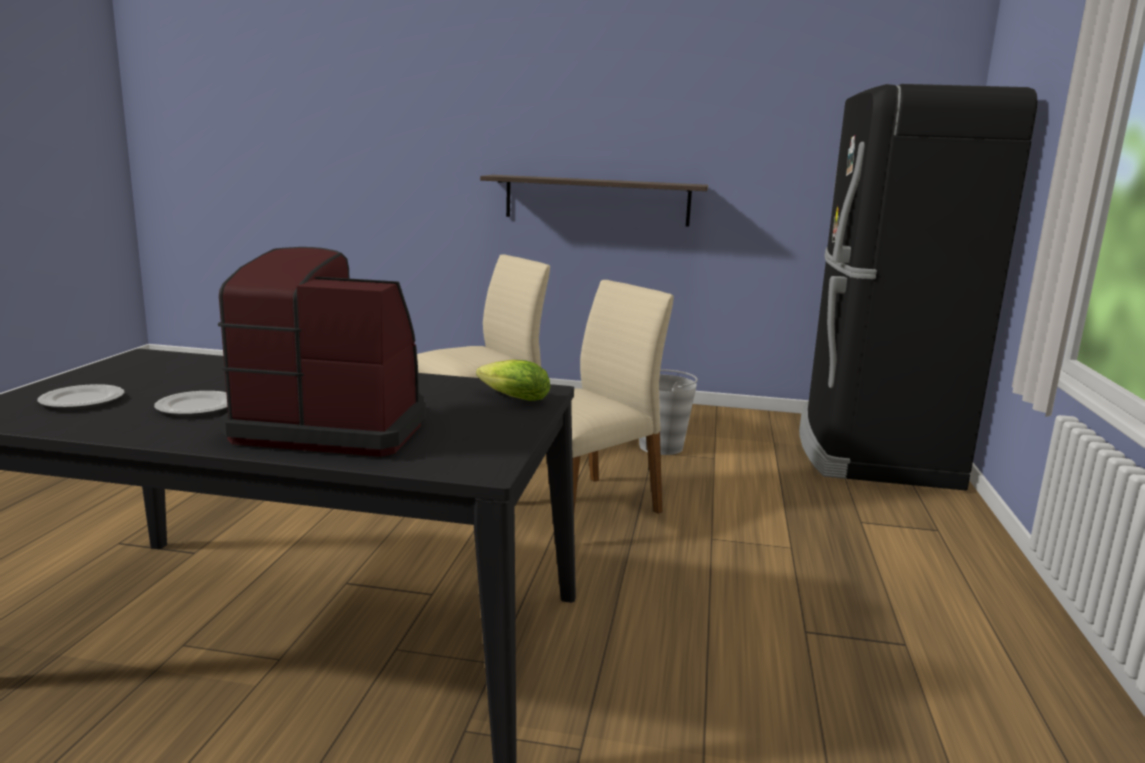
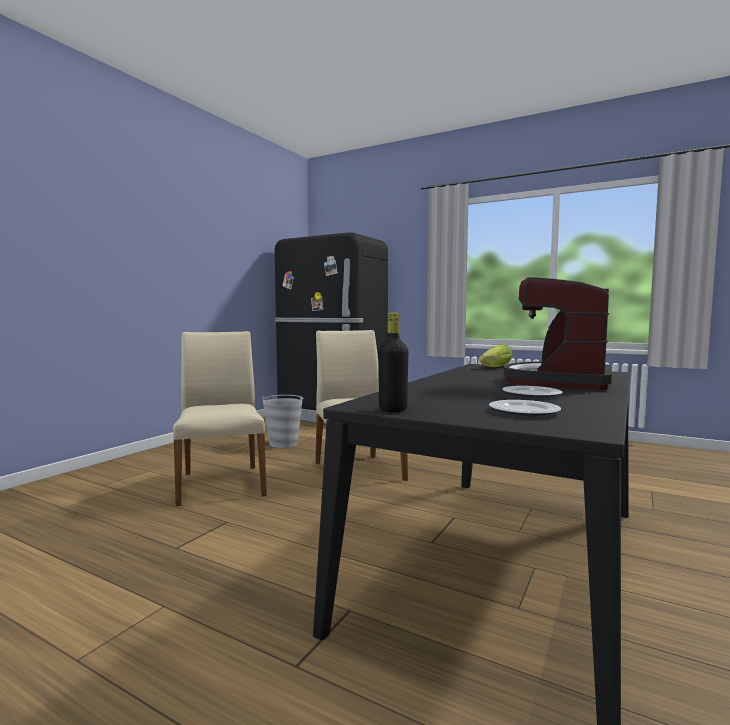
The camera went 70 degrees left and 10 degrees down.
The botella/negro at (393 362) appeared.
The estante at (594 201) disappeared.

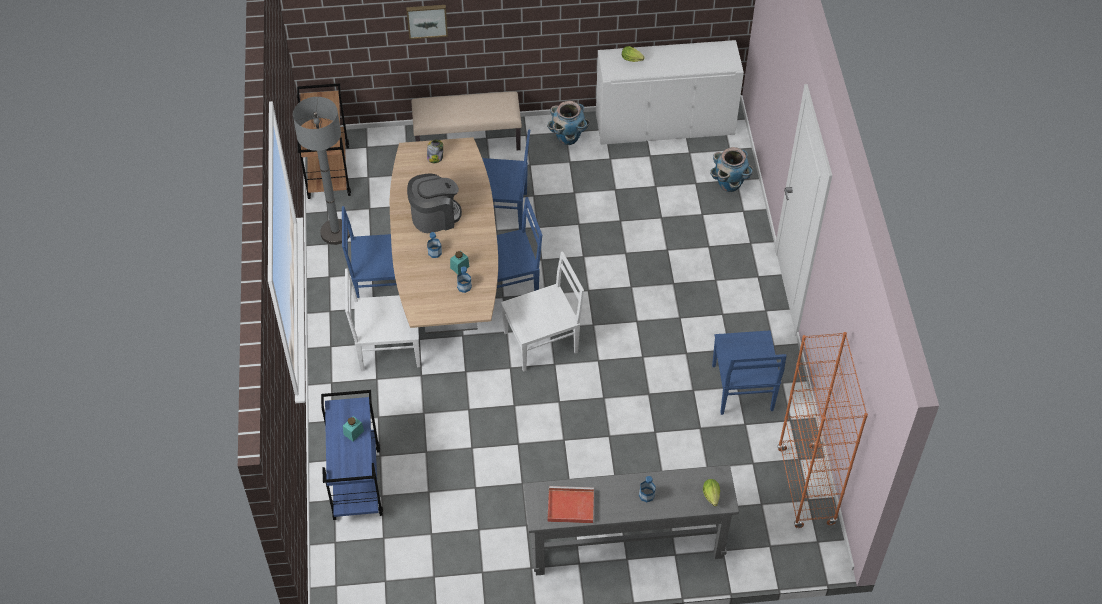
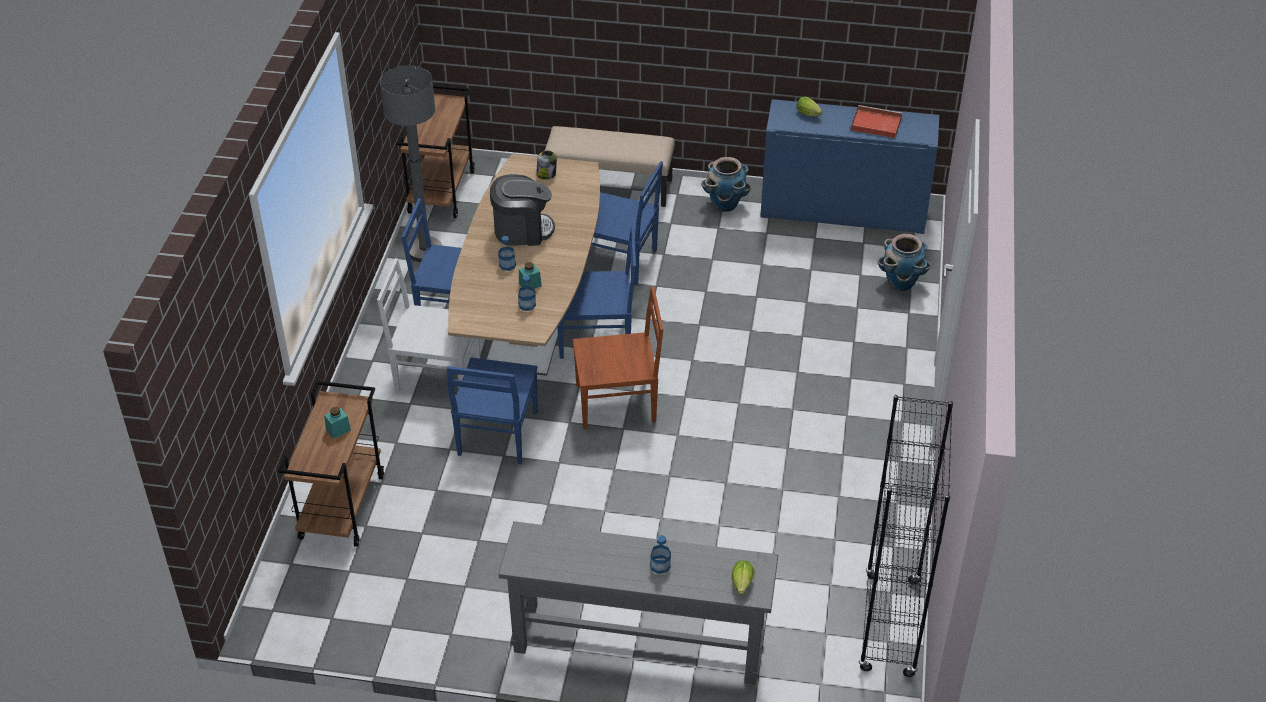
The camera went 15 degrees right and 10 degrees down.
The carrito/azul at (352 455) became the carrito/marrón at (331 464).
The silla/azul moved from (749 372) to (492 410).
The silla/blanco at (542 311) became the silla/marrón at (618 357).
The armario/blanco at (670 92) became the armario/azul at (849 166).
The bandeja/rojo moved from (570 504) to (876 121).
The estantería/naranja at (822 430) became the estantería/negro at (906 536).
The cuadro at (427 22) disappeared.

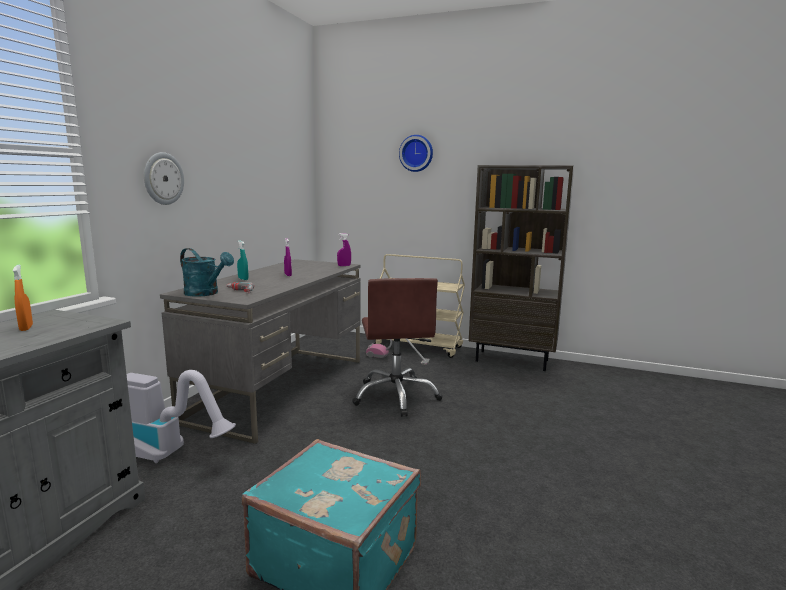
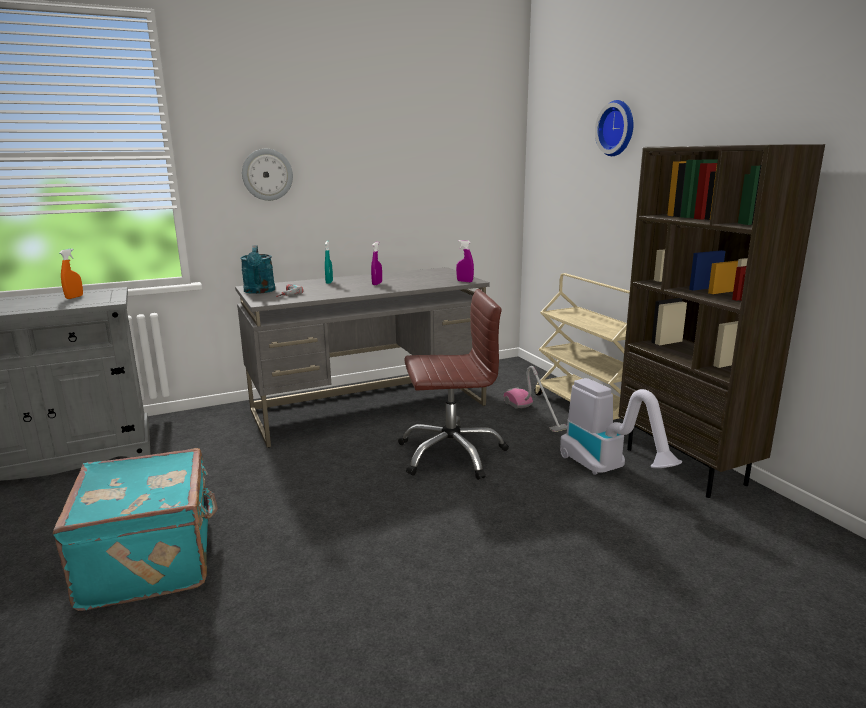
The camera went 45 degrees right and 5 degrees up.
The silla de oficina/marrón at (397 347) turned 135 degrees counterclockwise.
The aspiradora moved from (181 416) to (621 426).

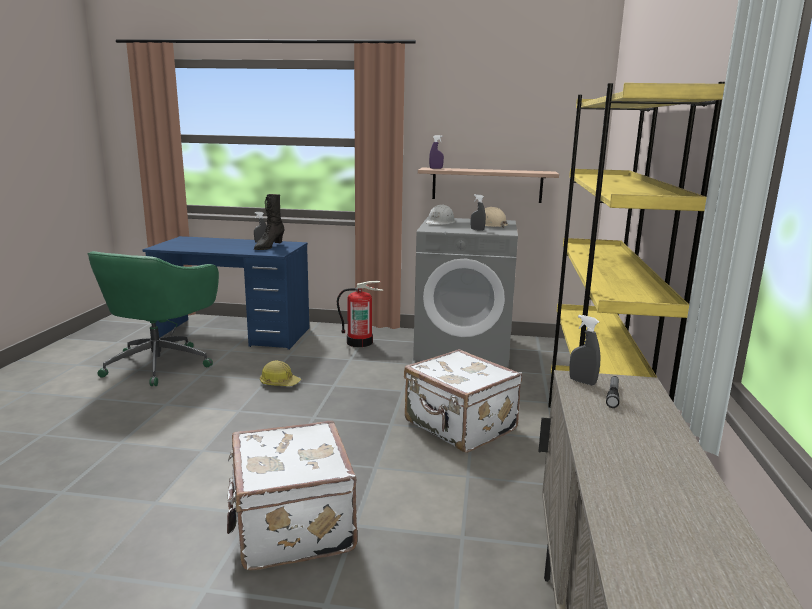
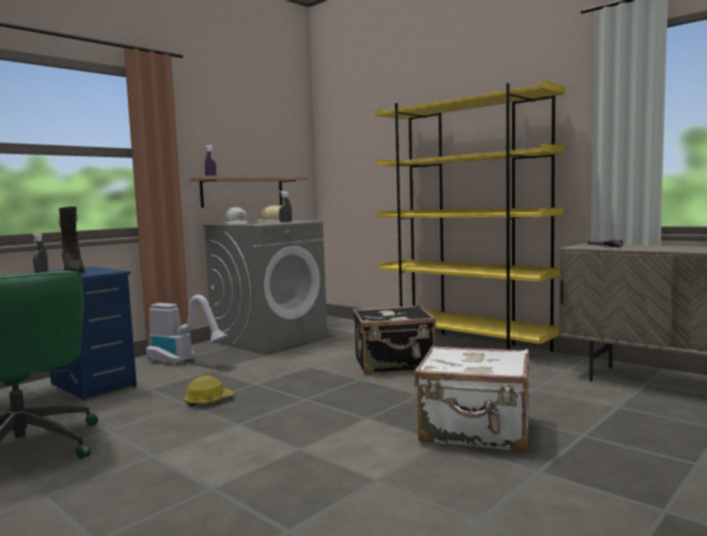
The camera went 55 degrees left and 10 degrees down.
The extintor at (360 314) was replaced by the aspiradora at (187 330).
The maleta/blanco at (463 401) became the maleta/negro at (394 339).
The pulverizador/gris at (585 350) disappeared.

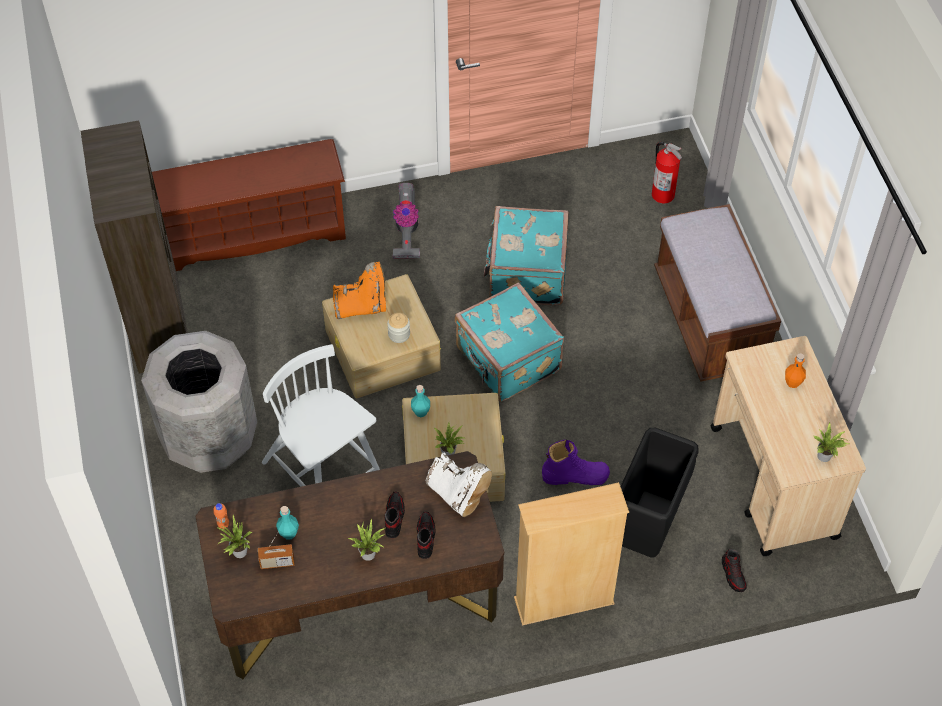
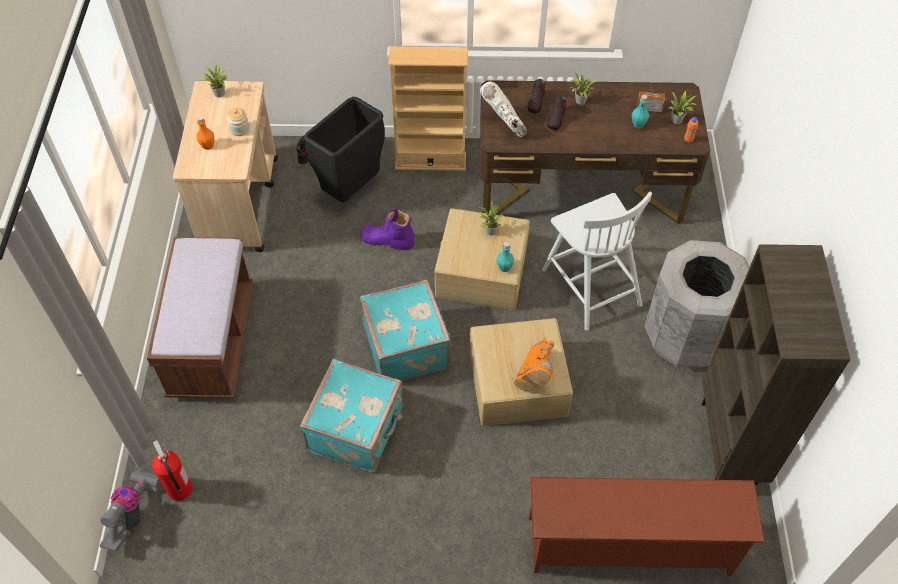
The camera went 165 degrees left and 0 degrees up.
The aspiradora moved from (406 221) to (130 510).
The tarro moved from (398 328) to (238 122).
The bota/naranja at (359 290) turned 75 degrees counterclockwise.

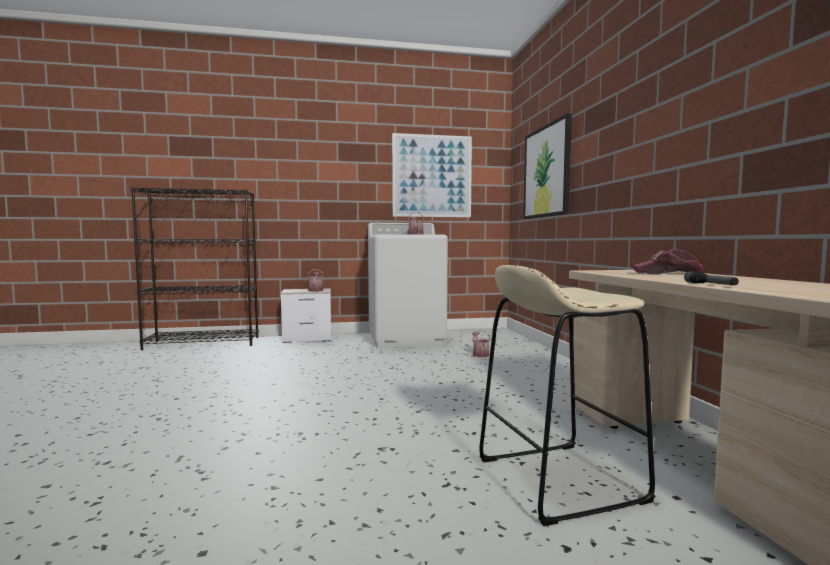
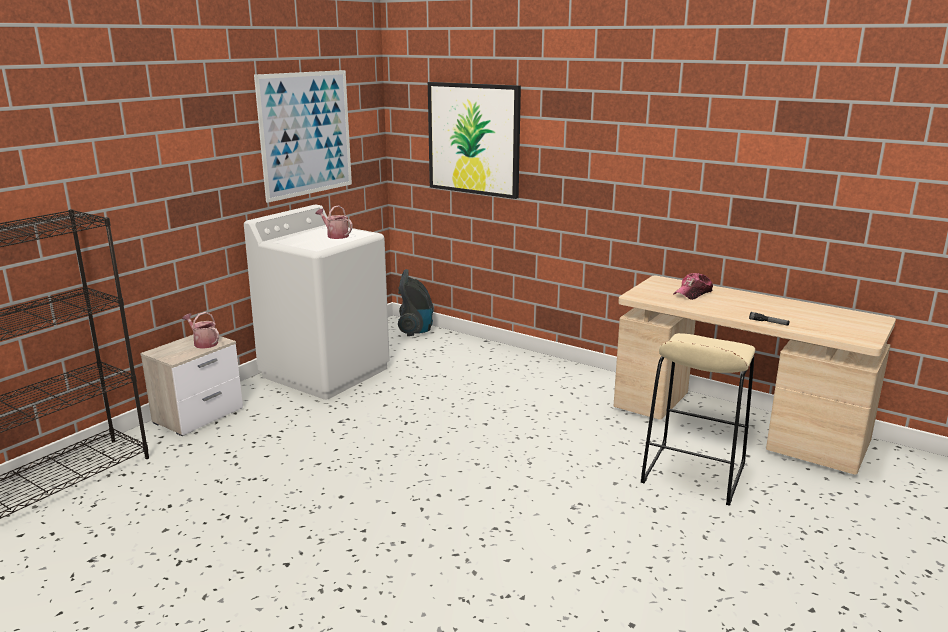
The camera went 45 degrees left and 15 degrees up.
The aspiradora at (416 302) appeared.
The regadera at (481 344) disappeared.

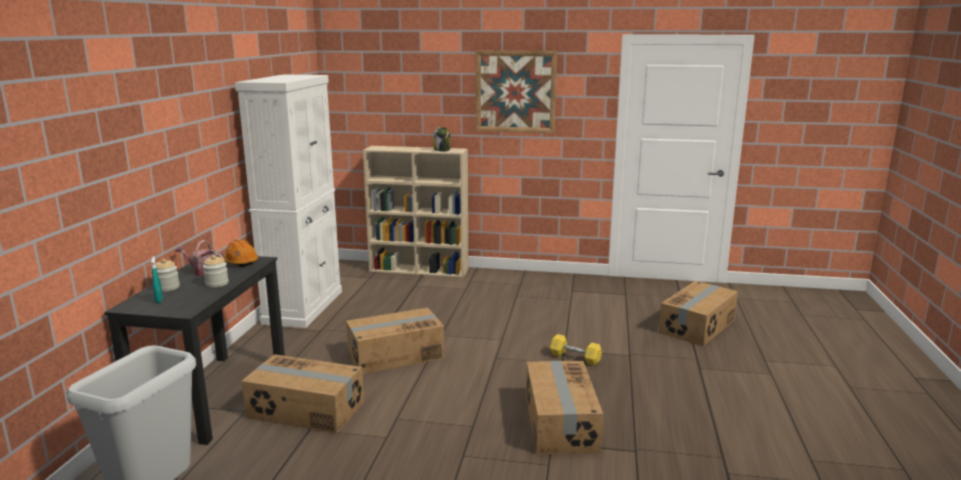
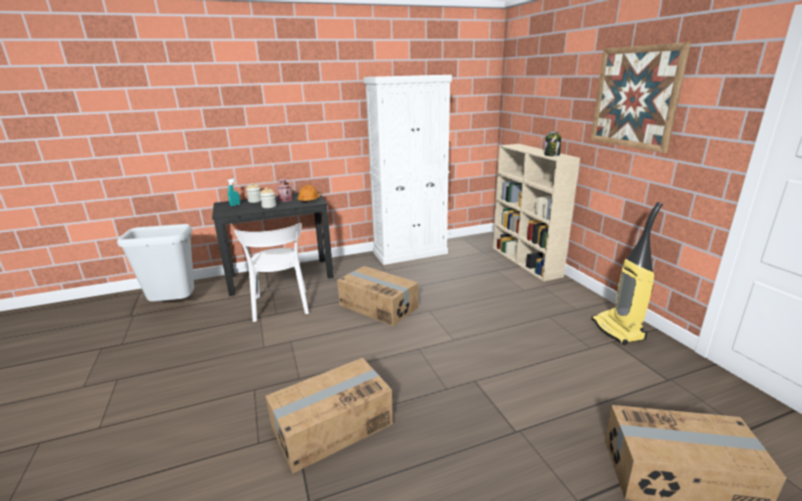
The camera went 60 degrees right and 5 degrees up.
The caja de cartón at (302 394) was replaced by the silla/blanco at (271 272).
The aspiradora at (627 273) appeared.
The mancuerna/amarillo at (576 350) disappeared.

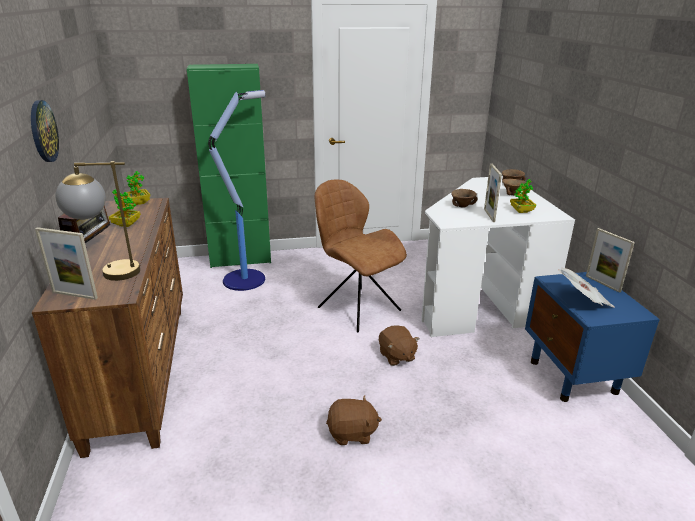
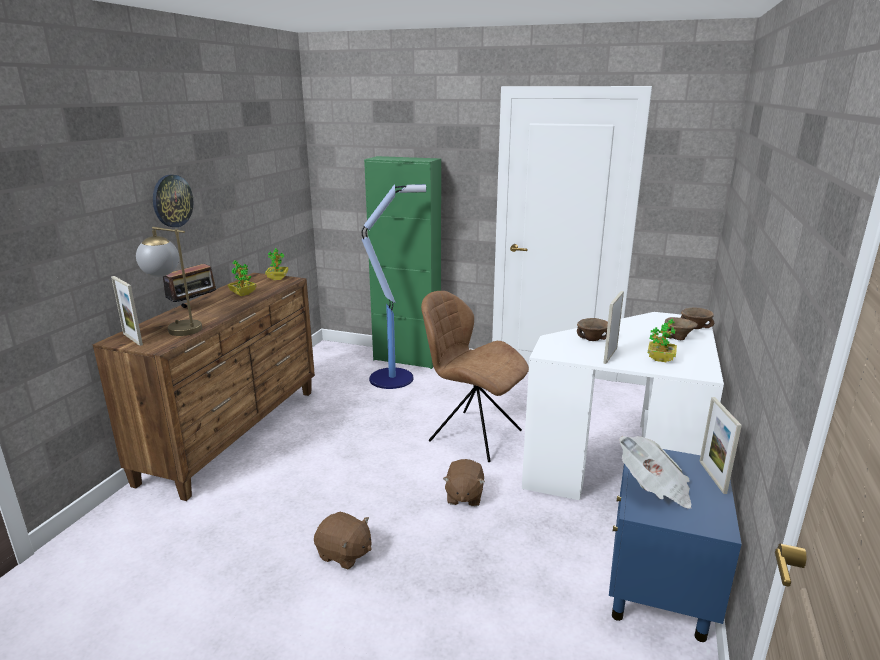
The camera went 30 degrees right and 5 degrees down.
The silla/marrón at (361 256) turned 45 degrees counterclockwise.

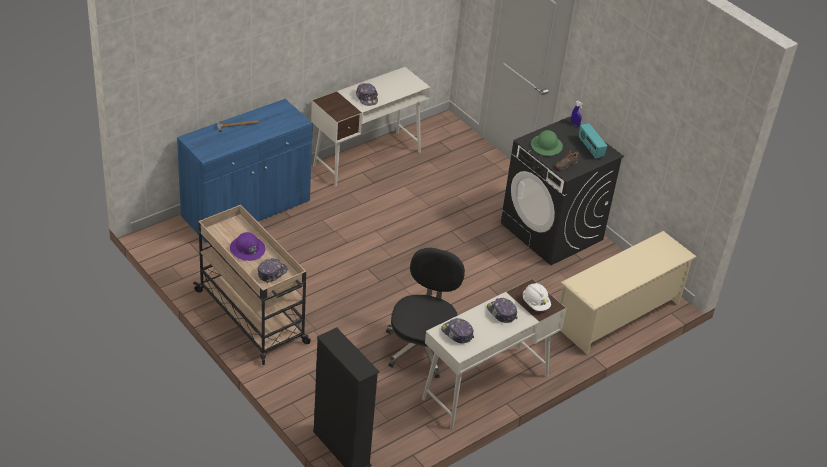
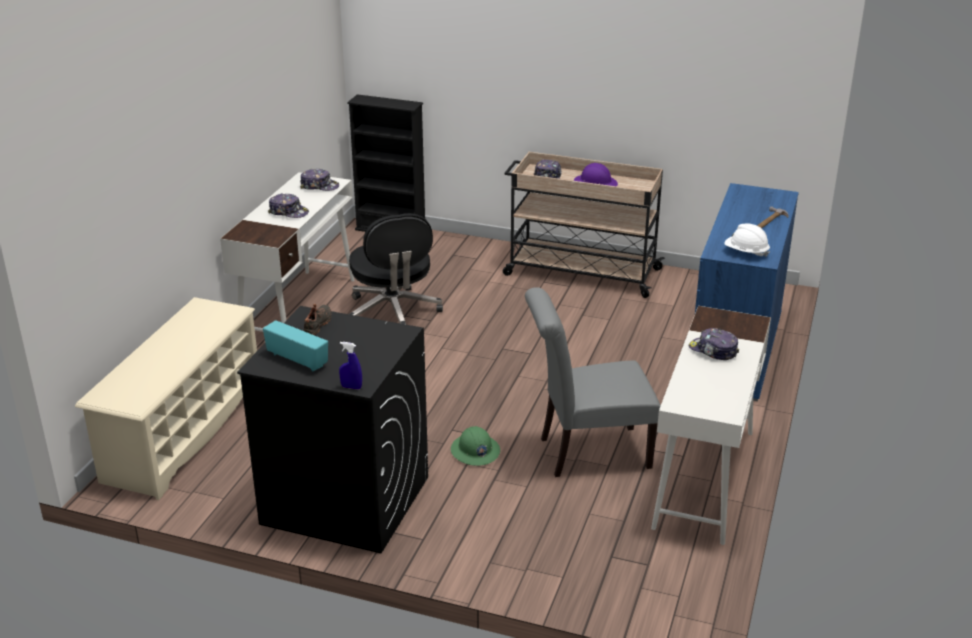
The camera went 150 degrees right and 10 degrees down.
The casco/verde moved from (547 143) to (475 446).
The silla/gris at (593 382) appeared.
The casco/blanco moved from (537 297) to (747 240).

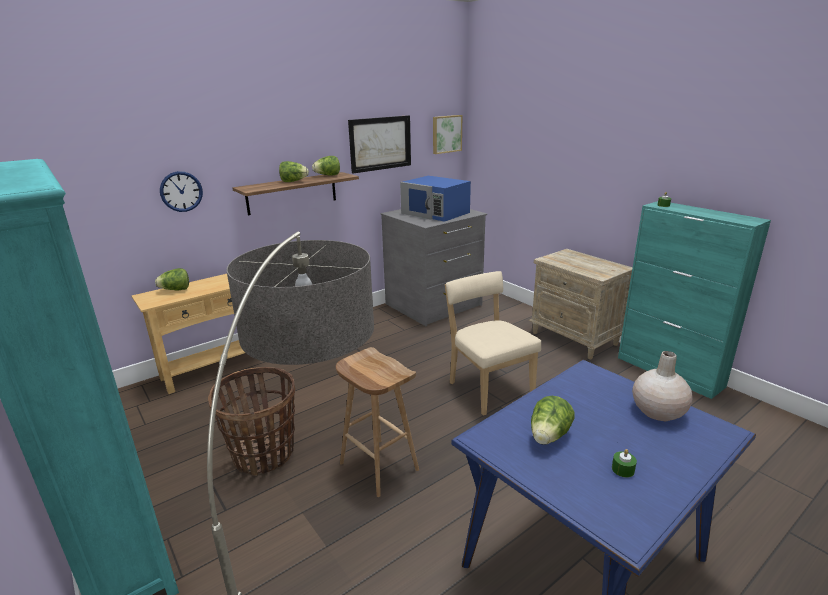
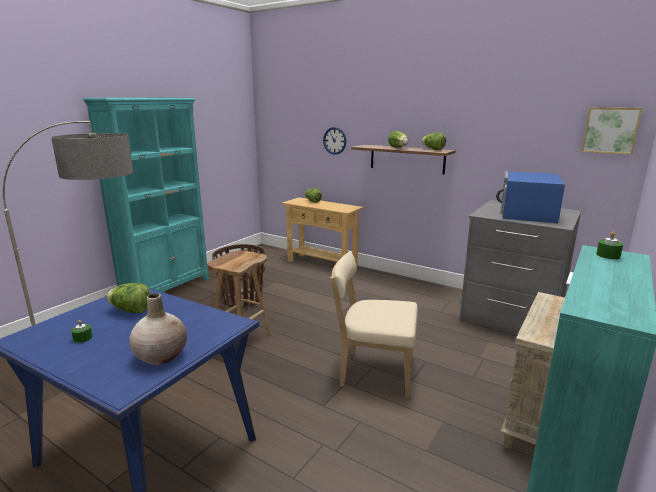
The camera went 70 degrees right and 5 degrees down.
The silla/beis at (493 343) turned 120 degrees counterclockwise.
The cuadro at (379 144) disappeared.

